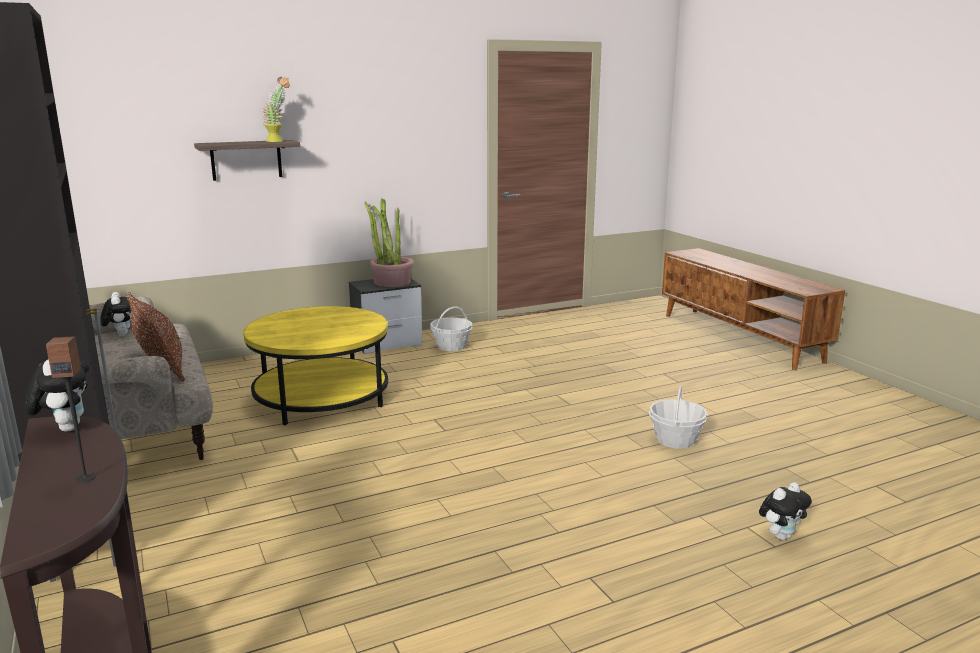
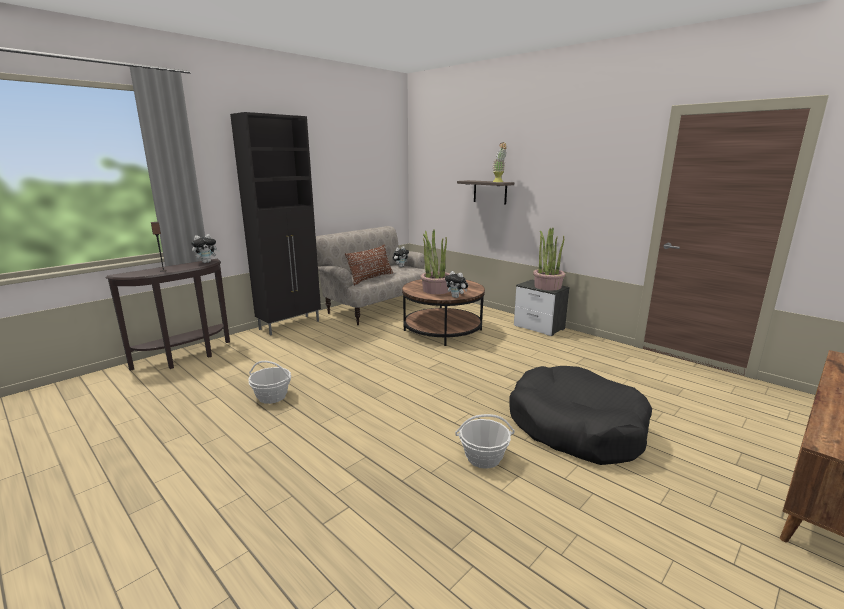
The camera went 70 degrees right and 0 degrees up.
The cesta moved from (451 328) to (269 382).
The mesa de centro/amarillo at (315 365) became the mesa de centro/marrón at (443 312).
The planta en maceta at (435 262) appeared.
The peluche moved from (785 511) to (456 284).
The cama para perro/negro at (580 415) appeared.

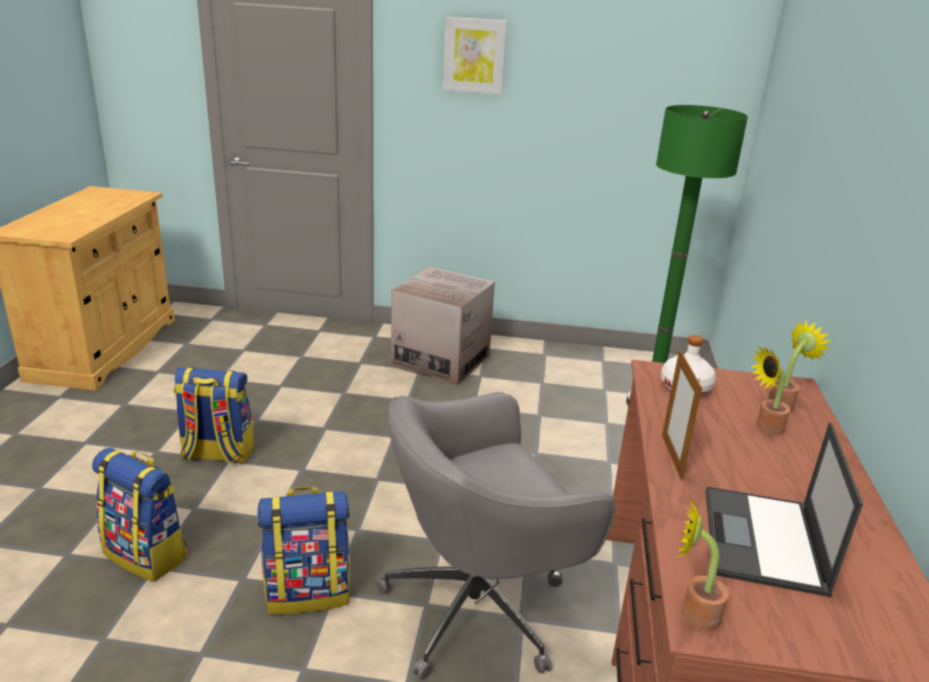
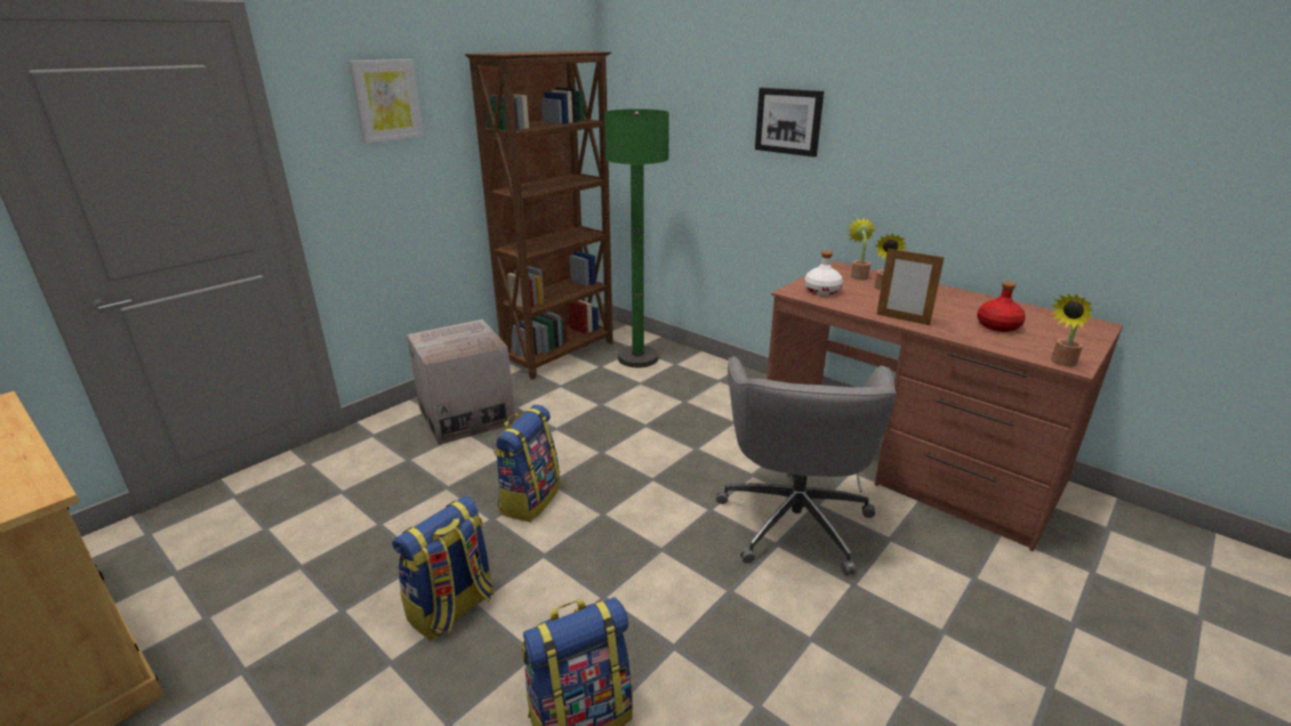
The camera went 55 degrees left and 0 degrees up.
The estantería/marrón at (538 215) appeared.
The mochila moved from (303 550) to (526 463).
The cuadro at (789 122) appeared.
The portátil at (784 509) was replaced by the botella/rojo at (1001 306).

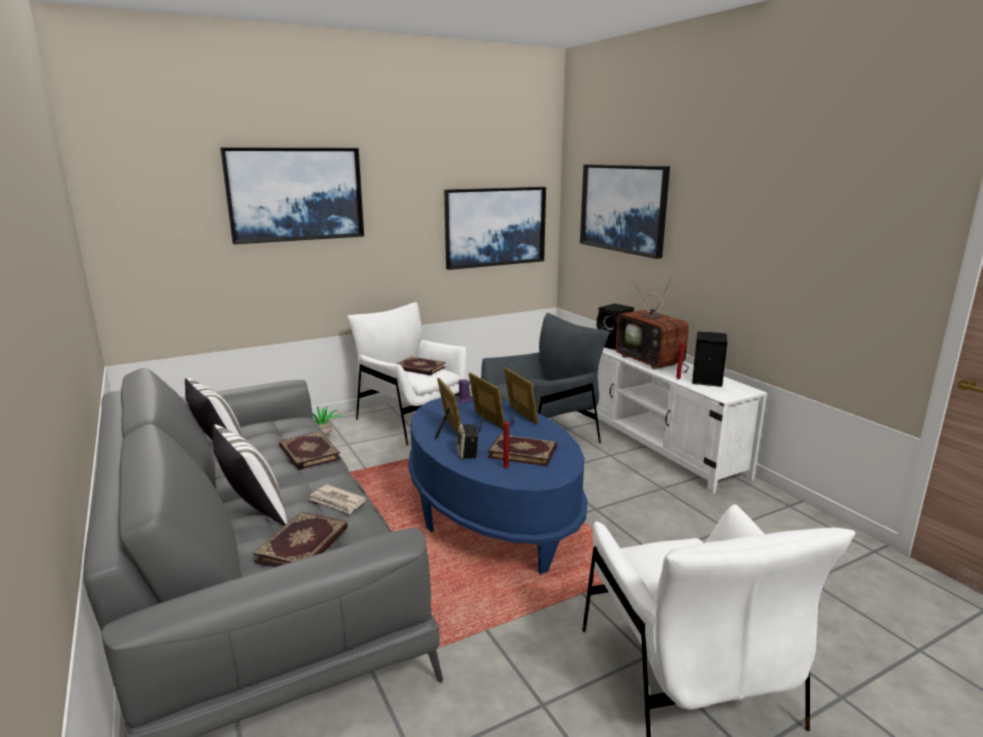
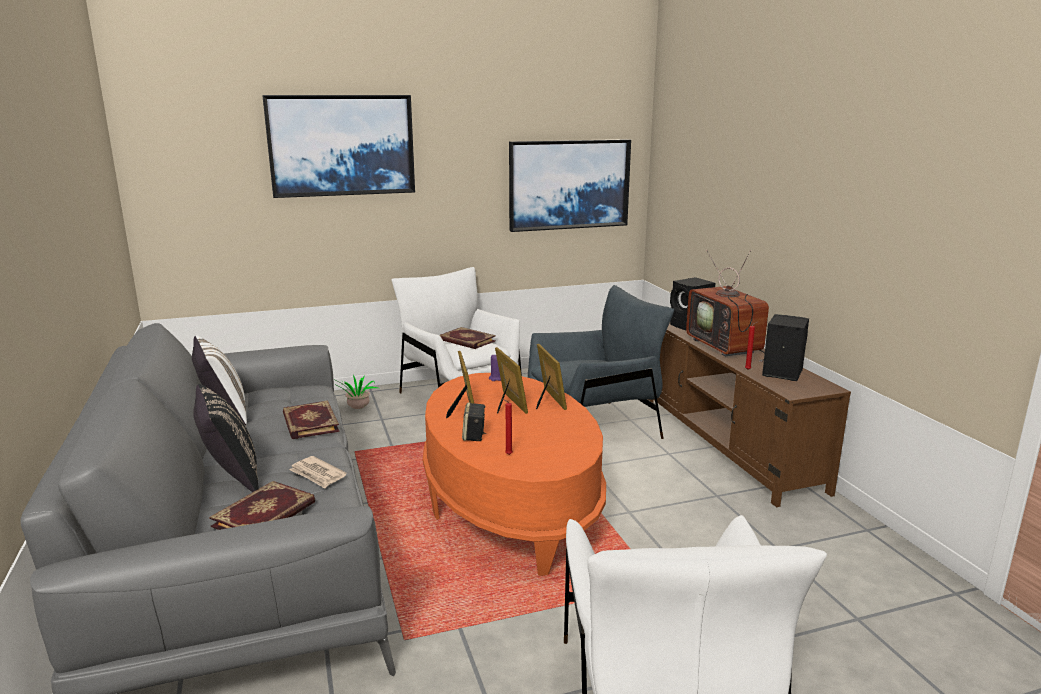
The camera went 10 degrees right and 0 degrees up.
The cojín/blanco at (249 475) became the cojín/negro at (226 438).
The mesa de centro/azul at (497 484) became the mesa de centro/naranja at (514 474).
The mueble de televisión/blanco at (671 420) became the mueble de televisión/marrón at (749 415).
The libro at (522 450) disappeared.
The cuadro at (625 211) disappeared.

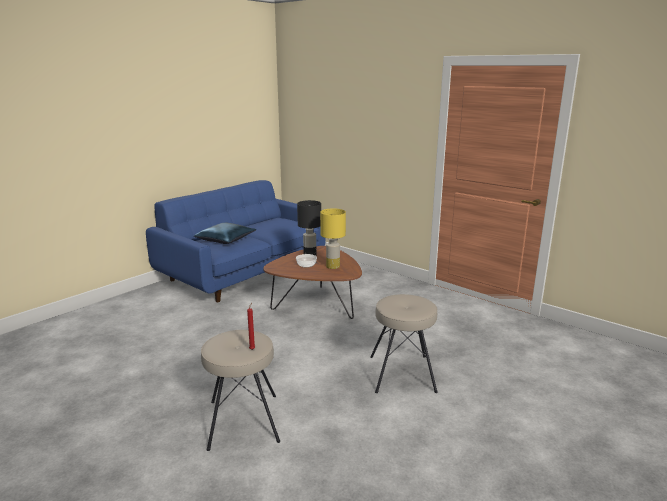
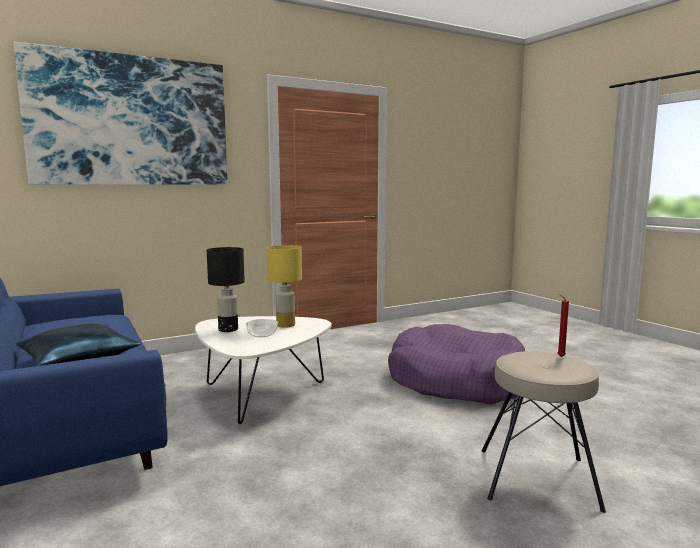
The camera went 70 degrees left and 10 degrees down.
The cuadro at (120 113) appeared.
The mesa de centro/marrón at (312 282) became the mesa de centro/blanco at (263 370).
The taburete/beis at (404 343) was replaced by the cama para perro/morado at (456 364).

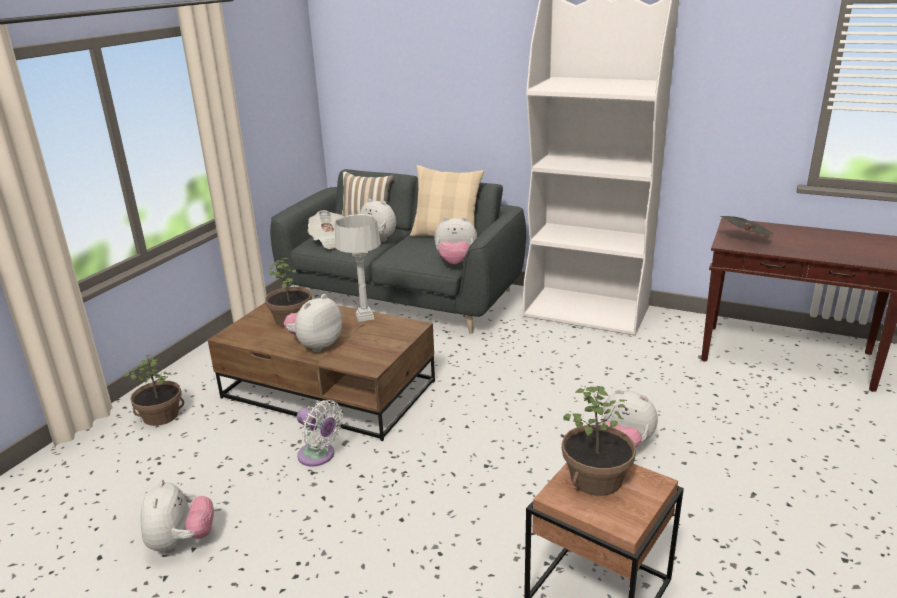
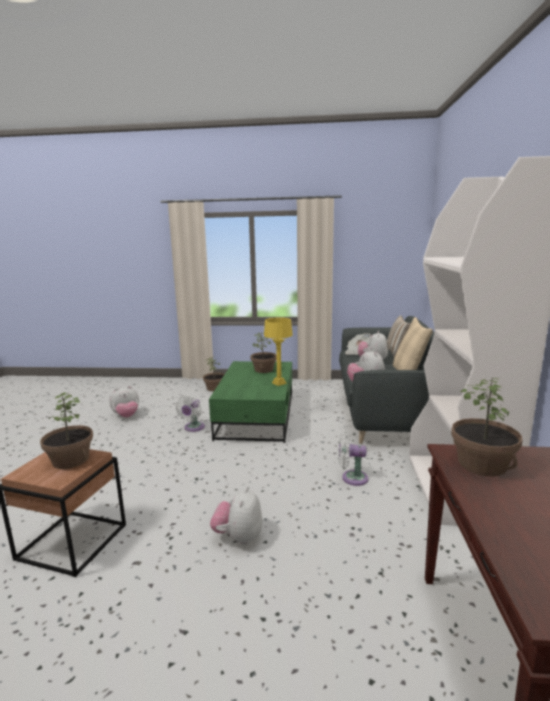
The camera went 70 degrees right and 10 degrees down.
The mesa de centro/marrón at (321 371) became the mesa de centro/verde at (250 402).
The lámpara de mesa/gris at (358 268) became the lámpara de mesa/amarillo at (278 351).
The ventilador/blanco at (353 459) appeared.
The periódico at (747 226) was replaced by the planta en maceta at (486 426).
The peluche at (313 323) disappeared.

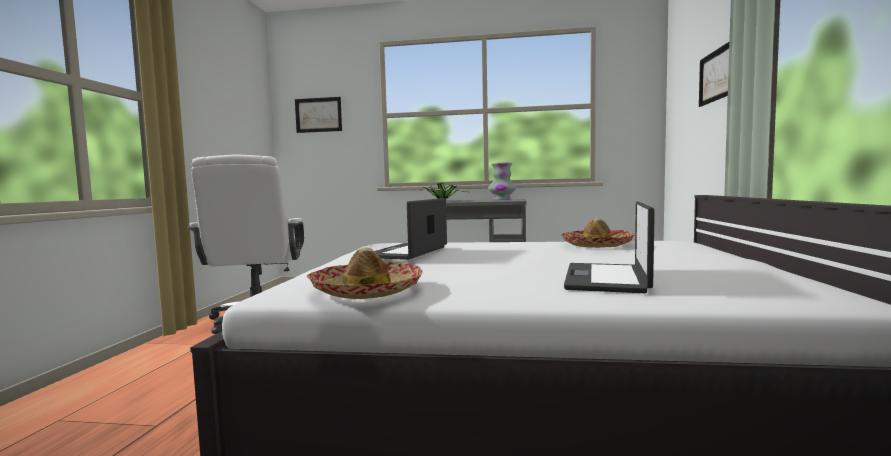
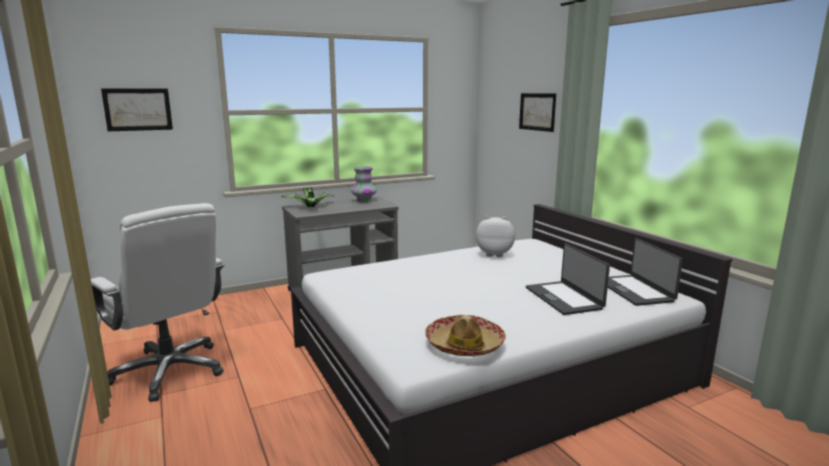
The camera went 35 degrees left and 10 degrees up.
The sombrero at (598 233) was replaced by the peluche at (495 236).
The portátil moved from (411 229) to (645 272).

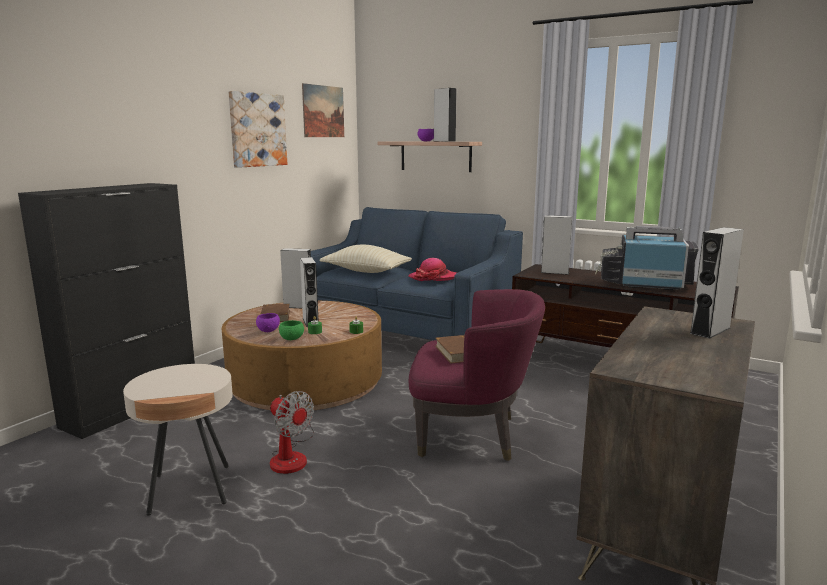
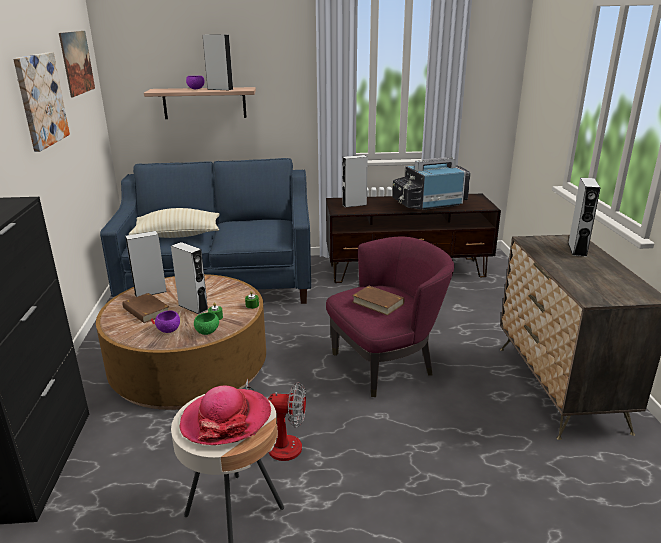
The camera went 35 degrees left and 10 degrees up.
The sombrero moved from (432 269) to (225 415).

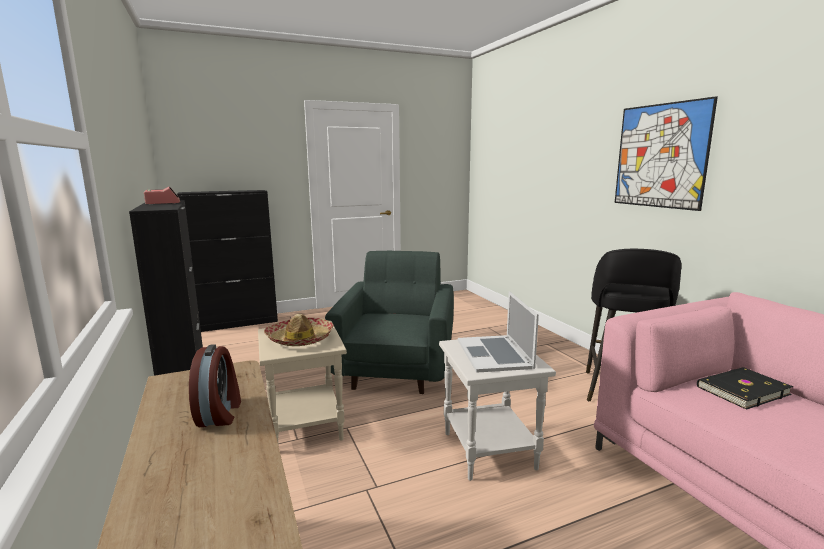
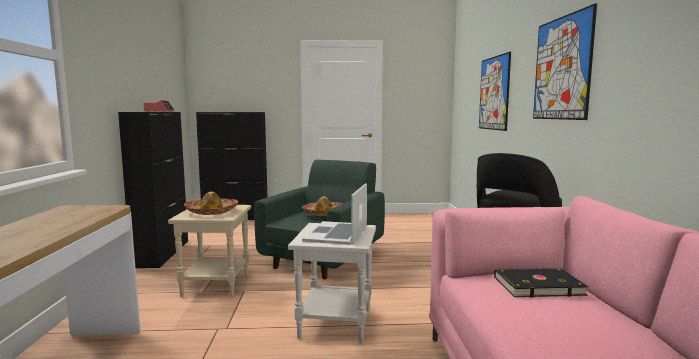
The camera went 20 degrees right and 5 degrees down.
The sombrero at (323 206) appeared.
The cuadro at (495 91) appeared.
The despertador at (215 385) disappeared.

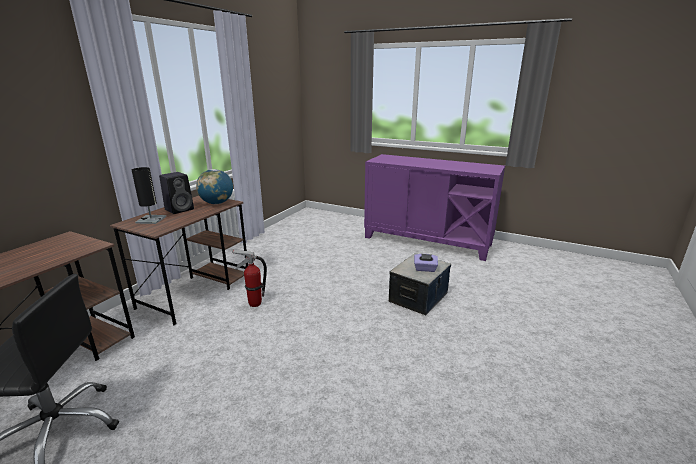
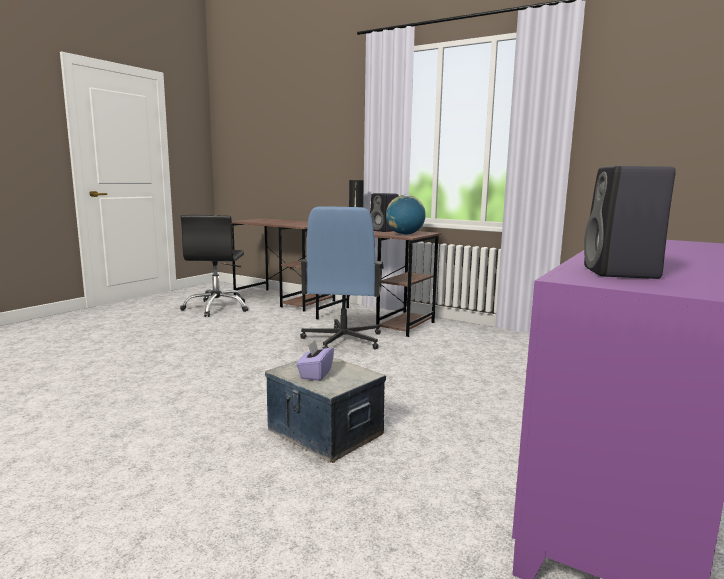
The camera went 95 degrees right and 10 degrees down.
The extintor at (249 278) was replaced by the silla de oficina/azul at (342 277).
The altavoz/negro at (630 222) appeared.

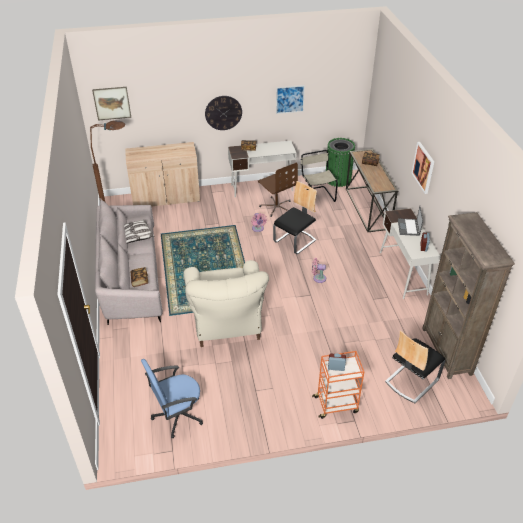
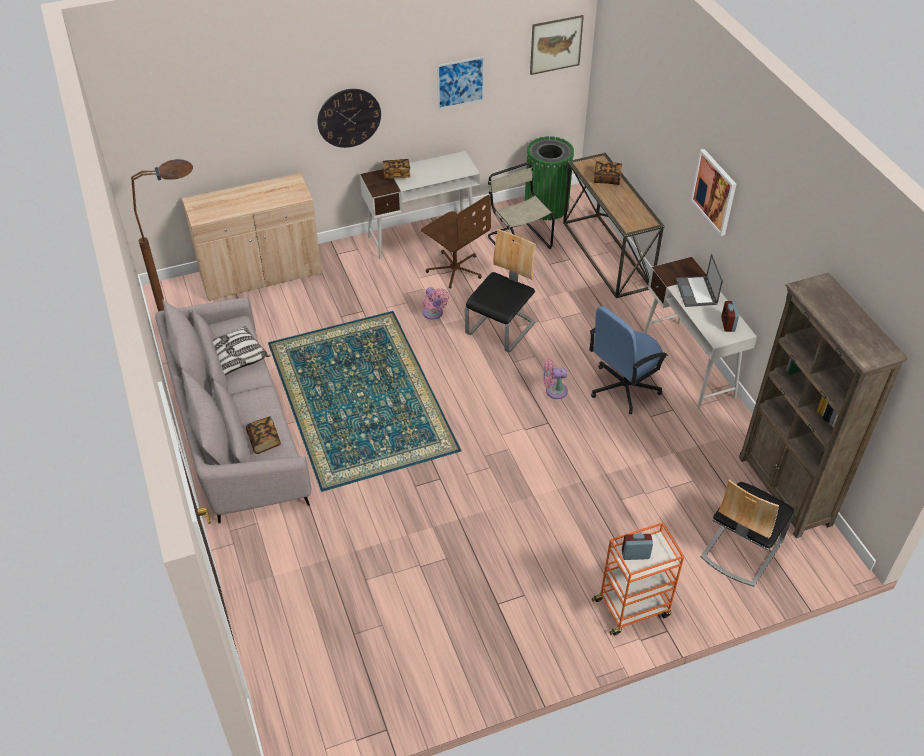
The camera went 10 degrees left and 5 degrees up.
The cuadro moved from (111 104) to (557 45).
The silla de oficina/azul moved from (172 398) to (628 360).
The sillón/beis at (226 303) disappeared.

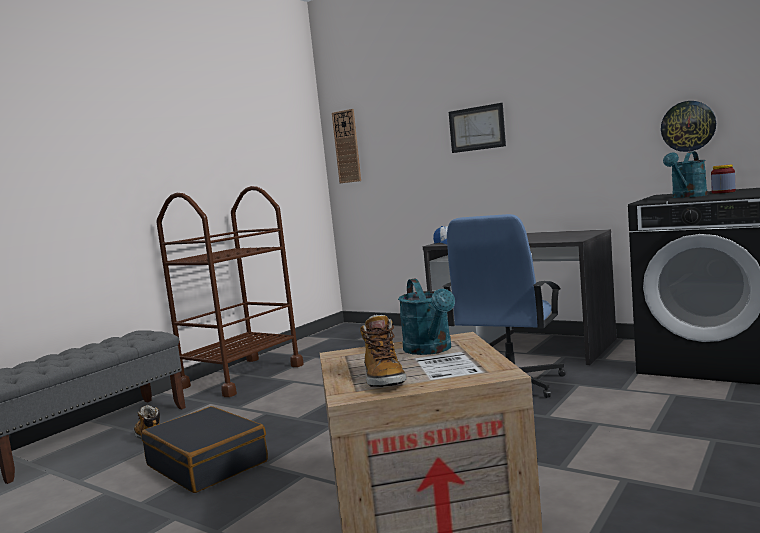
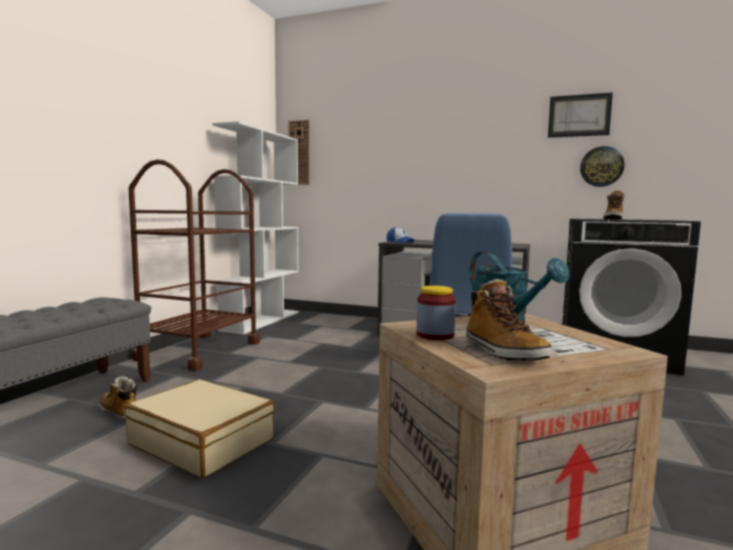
The camera went 15 degrees left and 0 degrees up.
The maleta/negro at (204 449) became the maleta/beis at (200 428).
The estantería/blanco at (255 228) appeared.
The tarro moved from (723 179) to (436 313).
The cuadro moved from (477 128) to (580 115).
The regadera/turquesa at (685 174) was replaced by the bota at (614 204).

